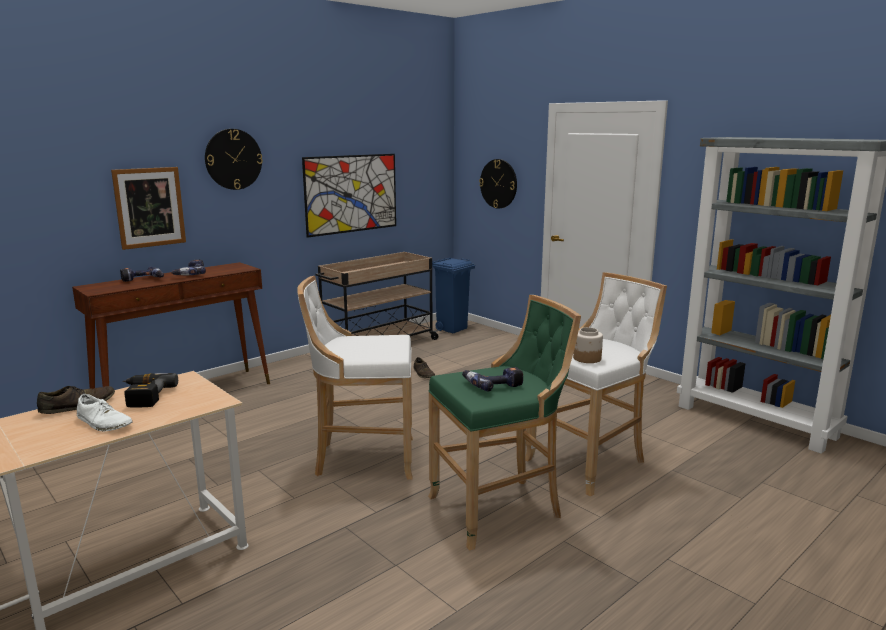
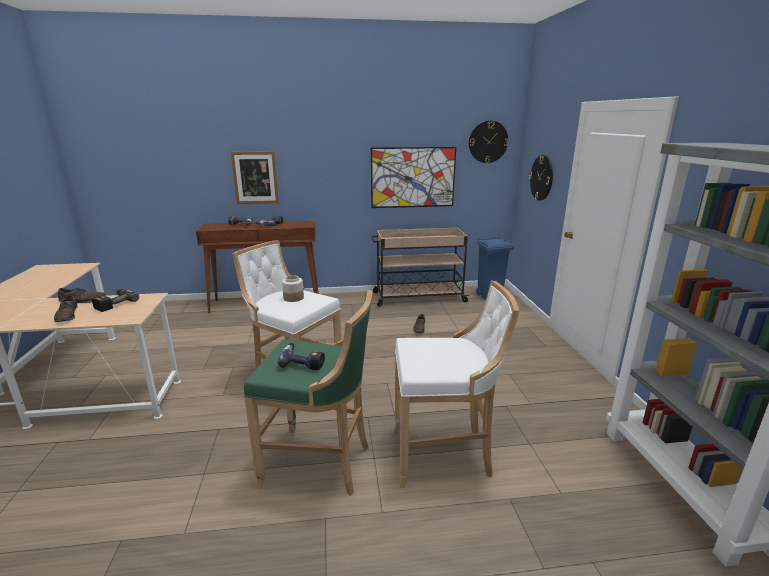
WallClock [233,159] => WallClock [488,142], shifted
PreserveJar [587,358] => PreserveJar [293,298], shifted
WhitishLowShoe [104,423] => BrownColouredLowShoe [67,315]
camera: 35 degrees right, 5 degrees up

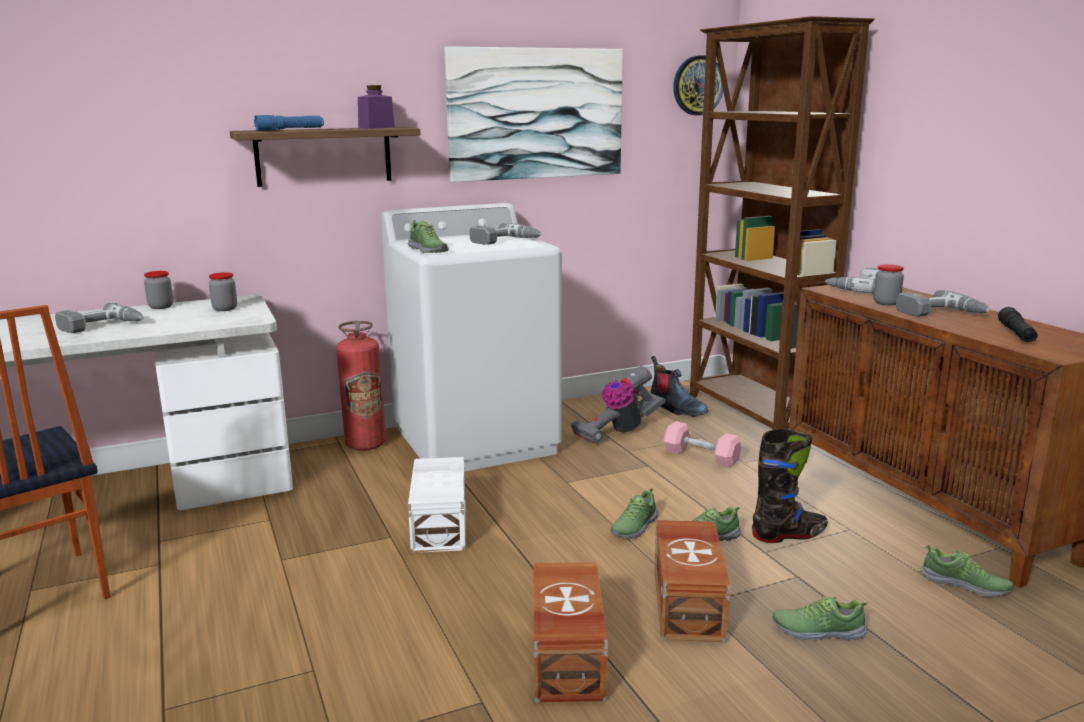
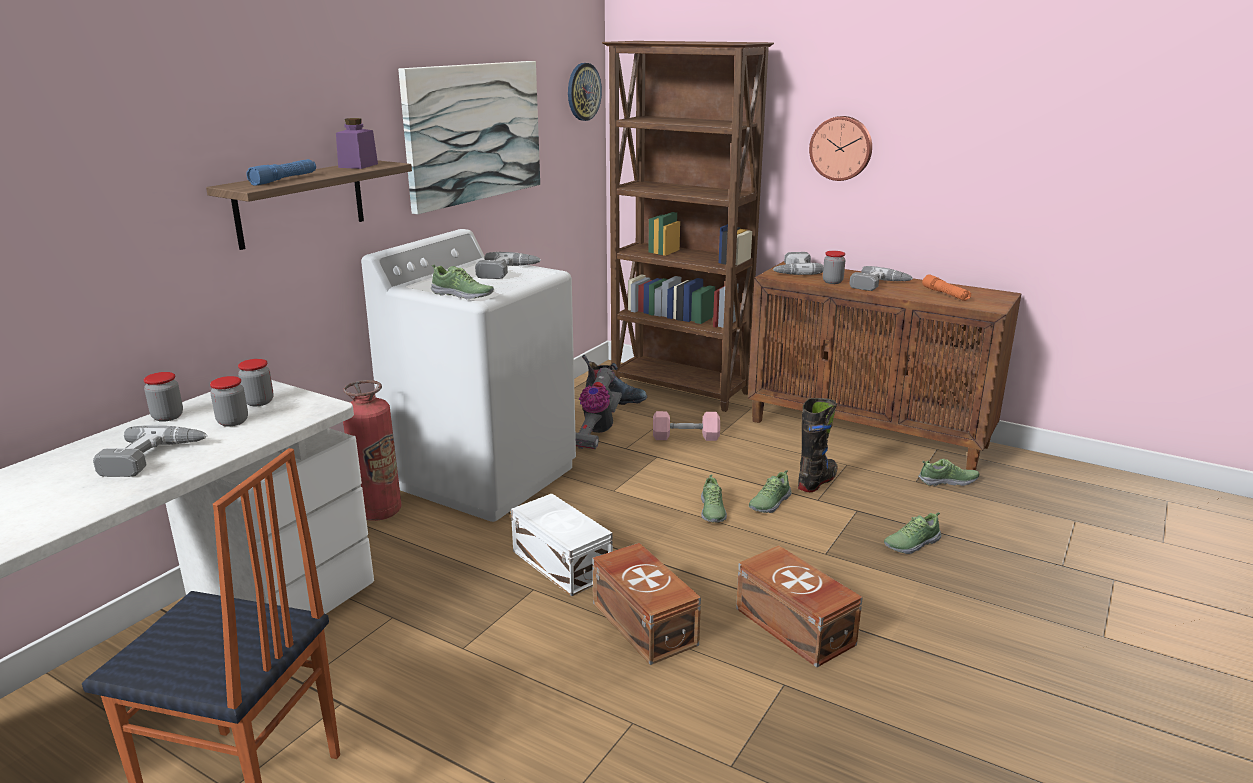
nothing => PreserveJar [233,421]
nothing => WallClock [841,148]
BrownColouredStorageBox [689,602] => BrownColouredStorageBox [644,622], shifted
BlackHandTorch [1016,334] => OrangeHandTorch [945,294]
camera: 35 degrees left, 5 degrees up

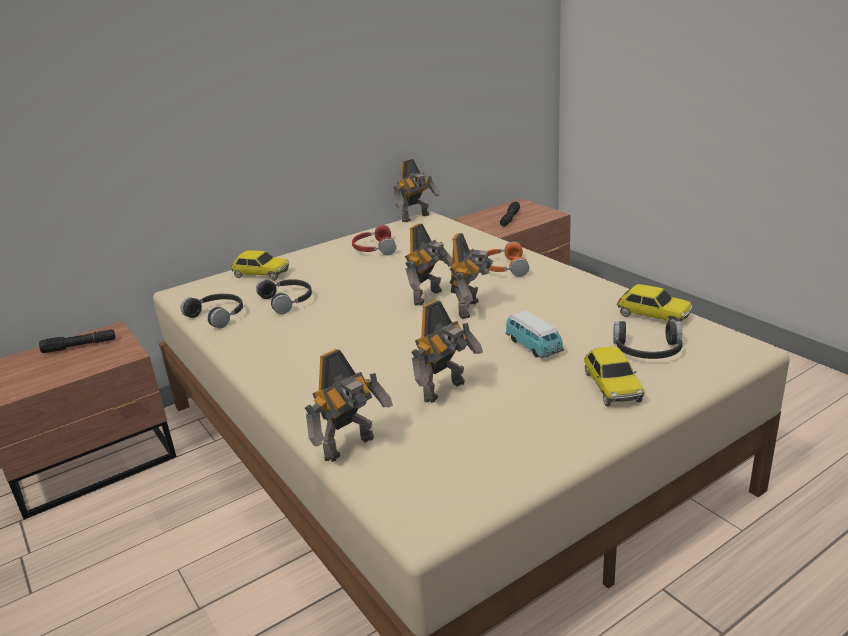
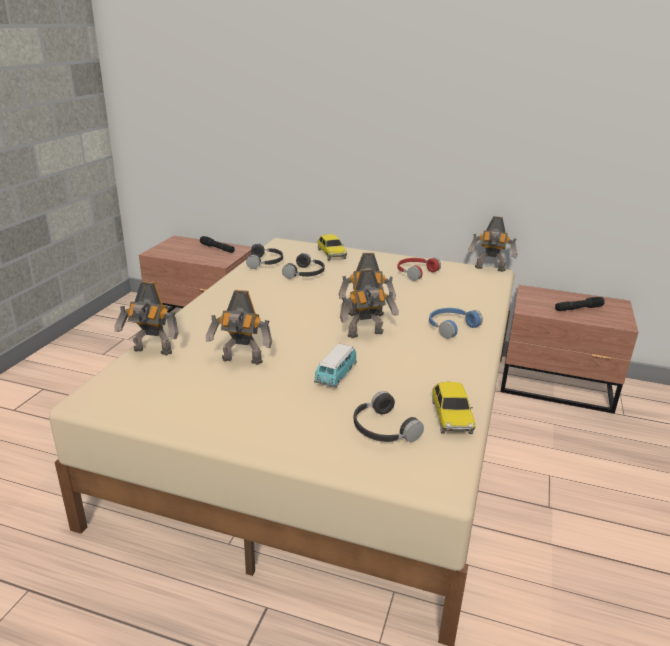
MiniatureCar [611,386] => nothing
OrangeHeadphones [503,268] => BluishHeadphones [450,327]
camera: 50 degrees right, 0 degrees up

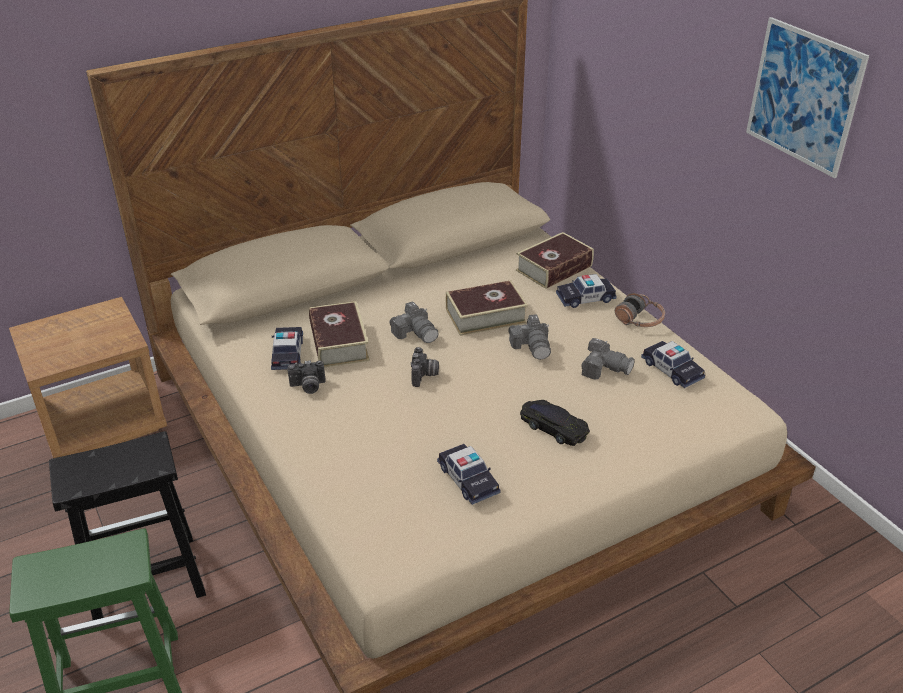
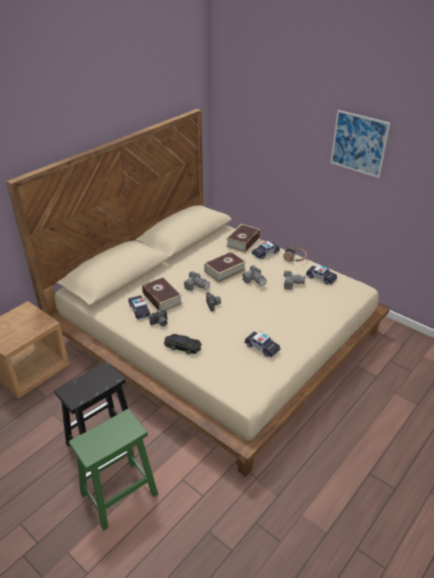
BlackMiniatureCar [553,427] => BlackMiniatureCar [182,346], shifted
camera: 20 degrees left, 0 degrees up

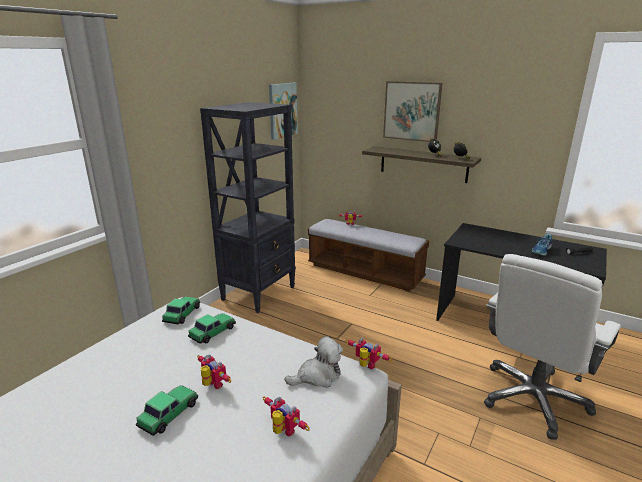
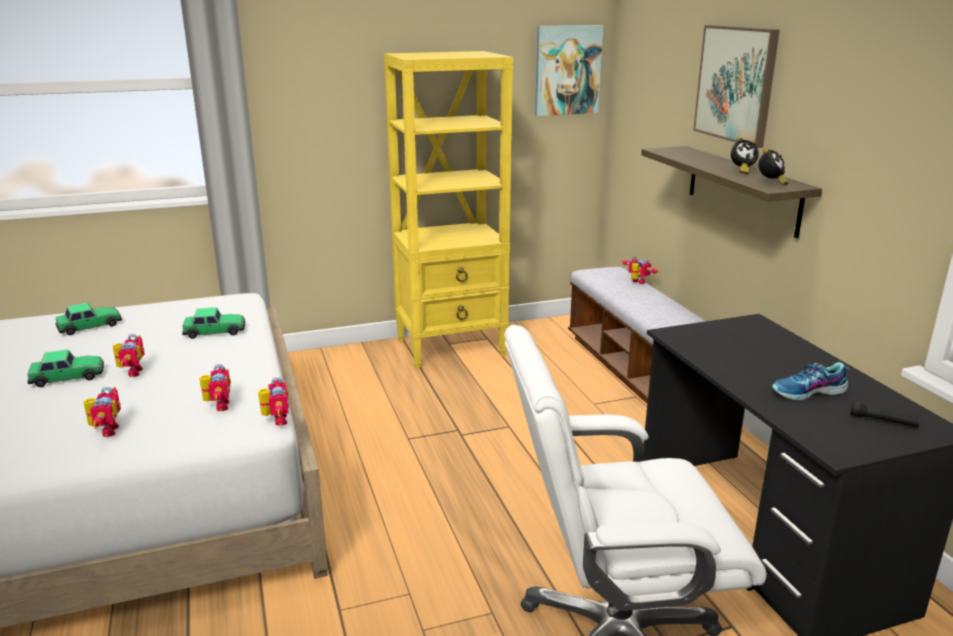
MiniatureCar [182,314] => MiniatureCar [90,326], shifted
SoftToy [317,376] => ModelRobot [218,406]
BlackBookshelf [259,293] => YellowColouredBookshelf [452,347]
camera: 40 degrees right, 0 degrees up

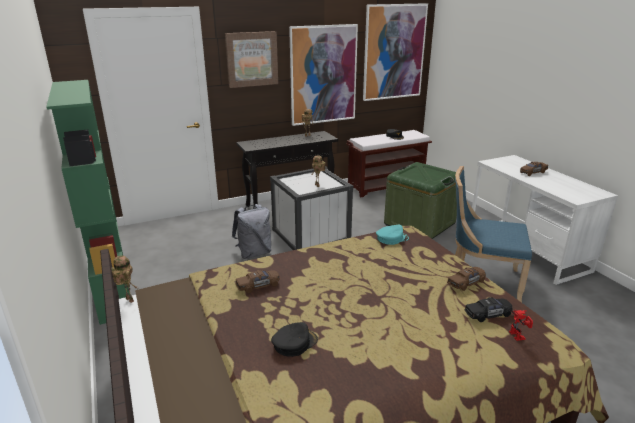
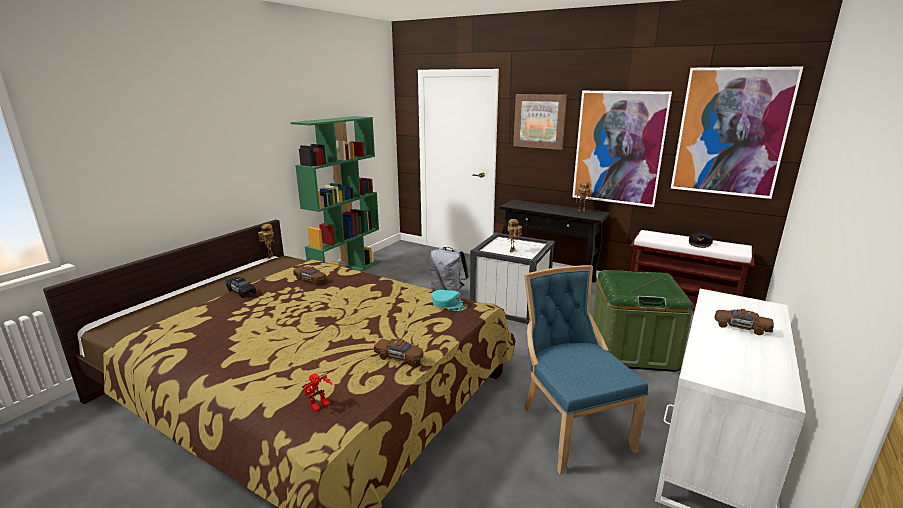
BlackBaseballCap [294,343] => nothing
BlackMiniatureCar [488,314] => BlackMiniatureCar [241,292], shifted
camera: 55 degrees right, 5 degrees down

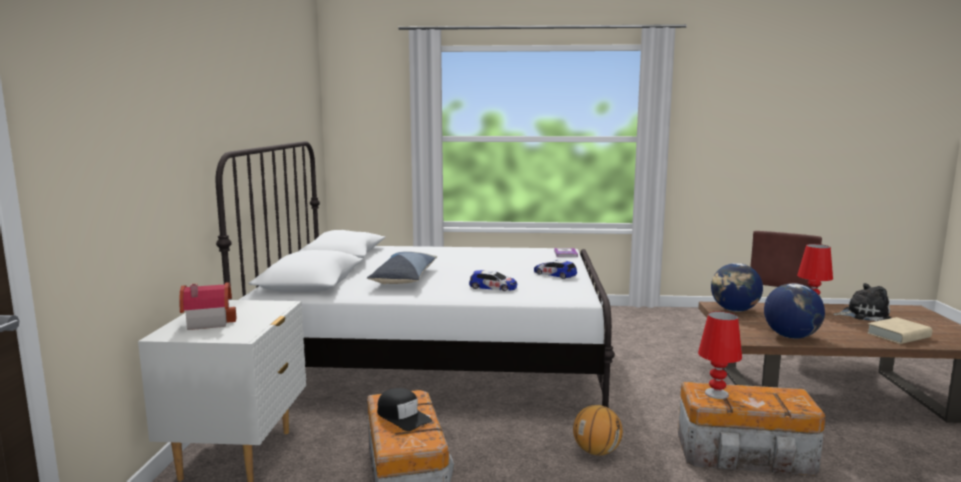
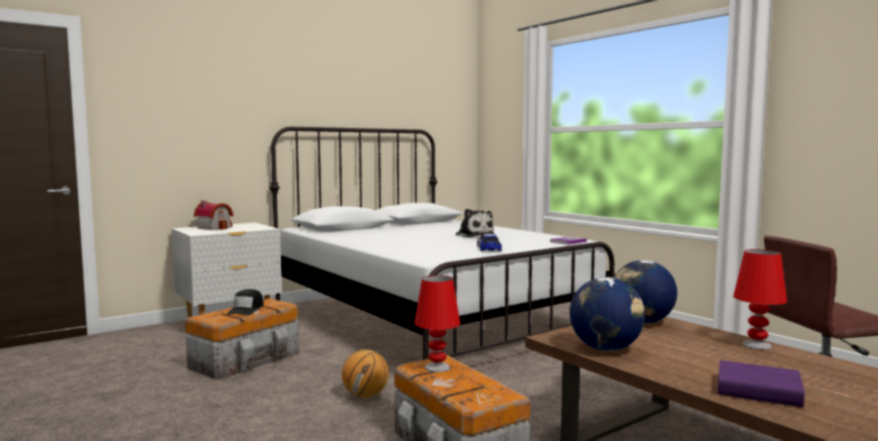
ThrowPillow [404,278] => nothing
MiniatureCar [493,287] => nothing
SoftToy [863,315] => SoftToy [474,235], shifted
BeigeColouredBook [898,335] => PurpleBook [758,391]
camera: 50 degrees right, 5 degrees down

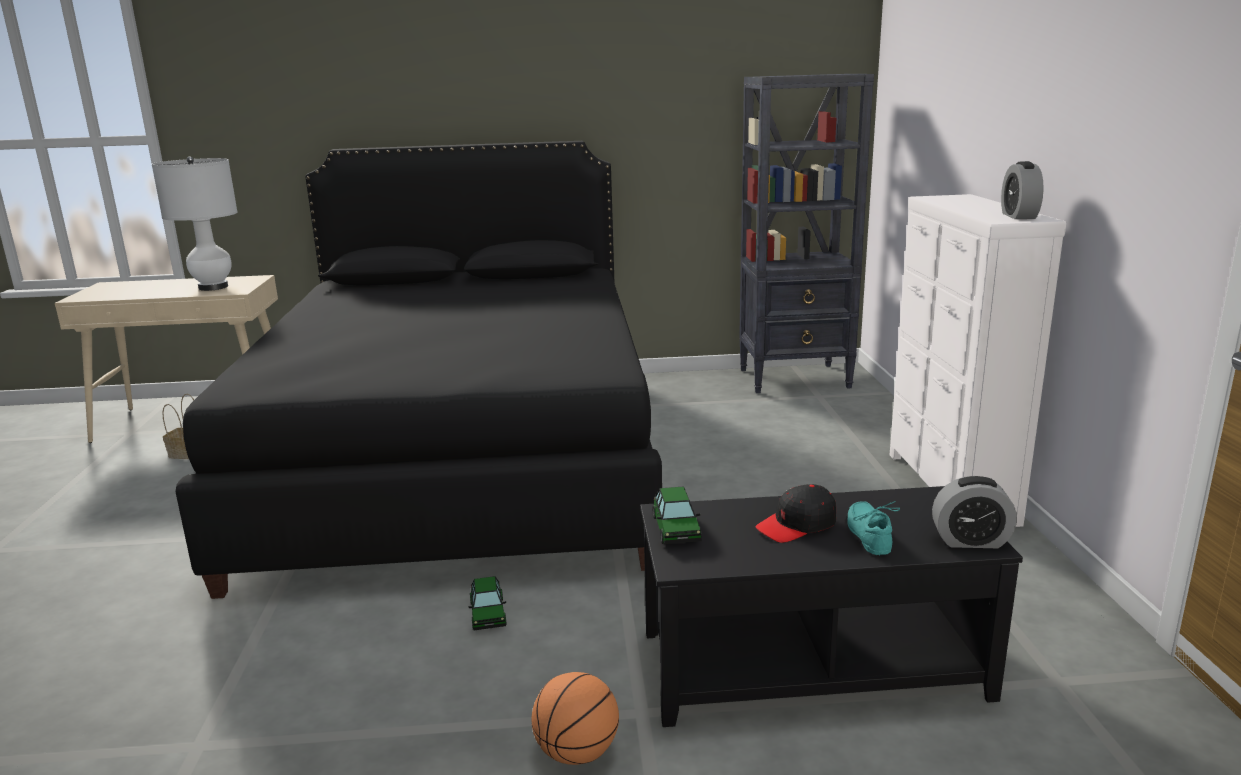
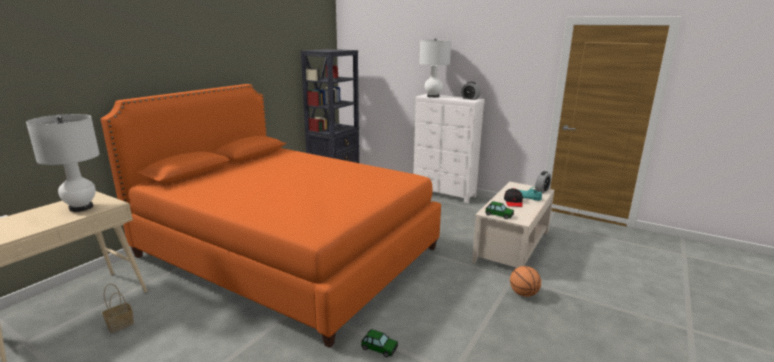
nothing => WhitishTableLamp [433,96]
MiniatureCar [488,614] => MiniatureCar [379,348], shifted
BlackBed [462,459] => OrangeBed [288,252]
BlackLowTable [811,665] => BeigeColouredLowTable [512,246]
camera: 55 degrees left, 0 degrees up

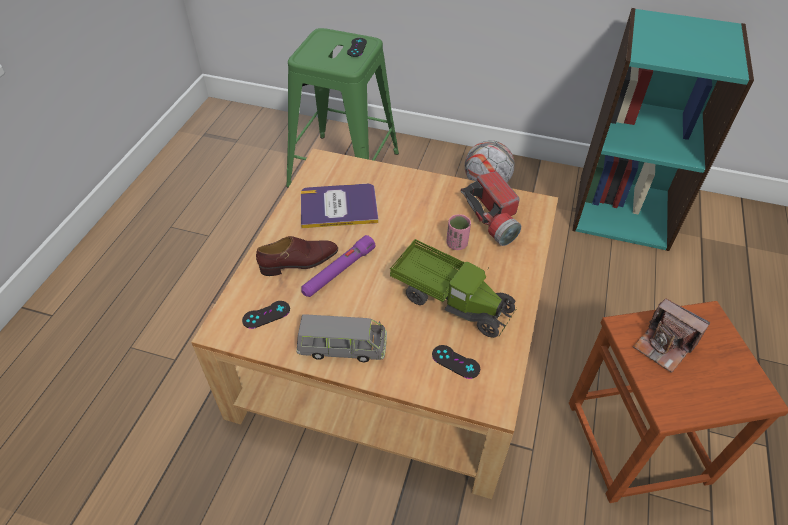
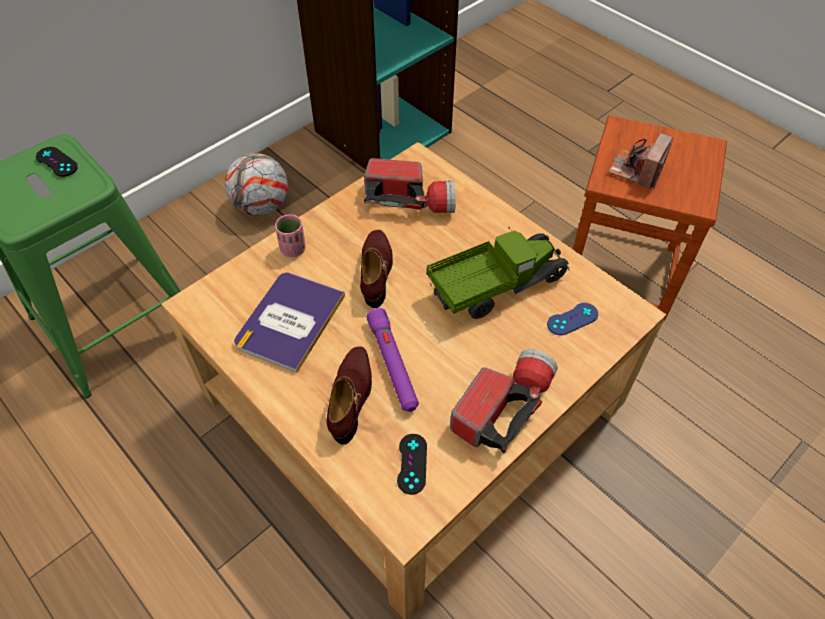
nothing => BrownColouredLowShoe [376,271]
PinkishCup [457,244] => PinkishCup [293,249], shifted
GreyMiniatureCar [342,347] => HandTorch [503,406]
BlackGamepad [455,362] => BluishGamepad [572,319]
StillCamera [664,346] => StillCamera [637,170], 135 degrees clockwise
camera: 60 degrees left, 5 degrees up

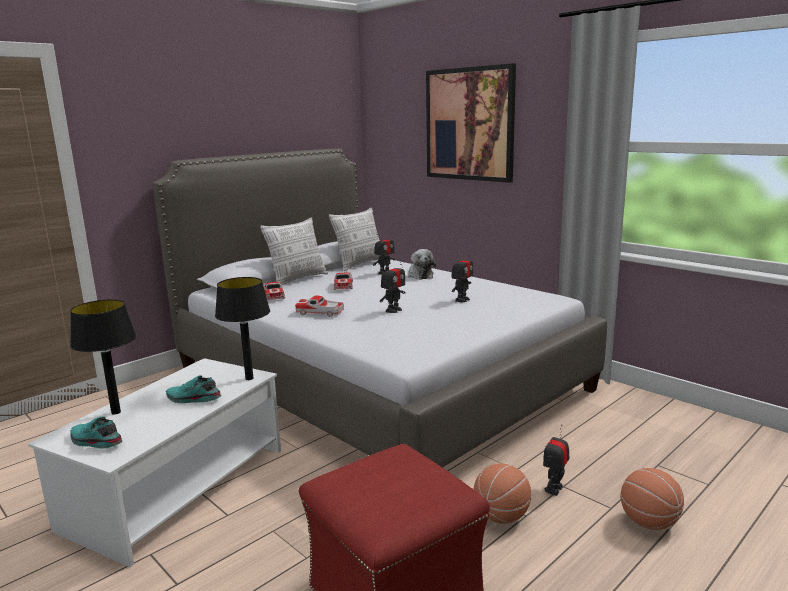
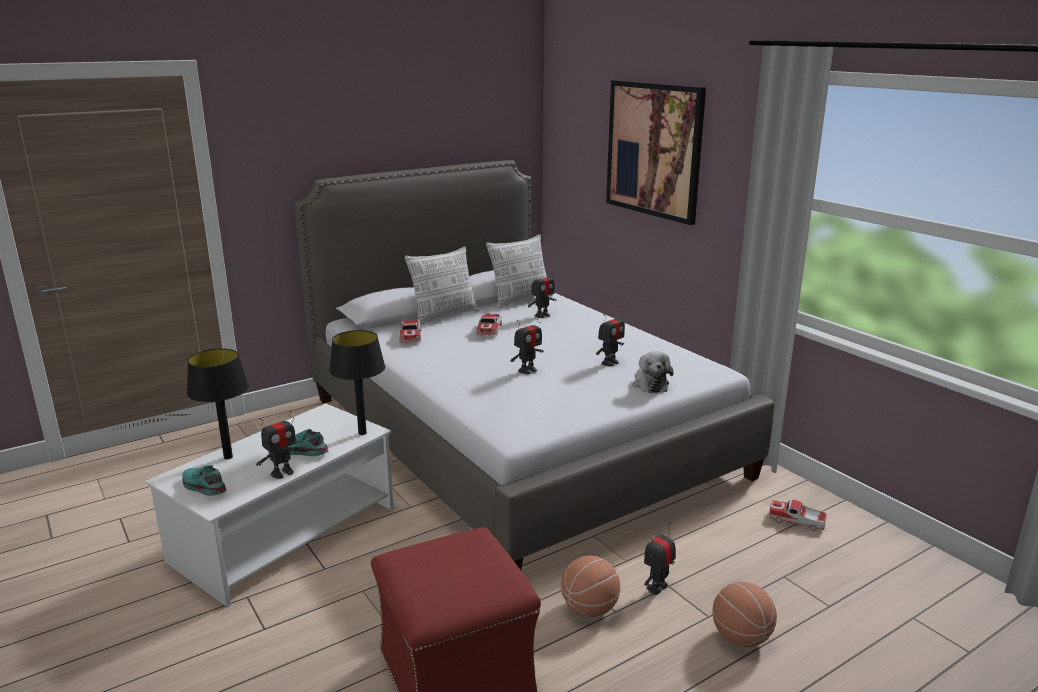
nothing => ModelRobot [282,473]
MiniatureCar [320,313] => MiniatureCar [797,521], shifted
SoftToy [420,275] => SoftToy [650,384], shifted
camera: 10 degrees right, 5 degrees up

